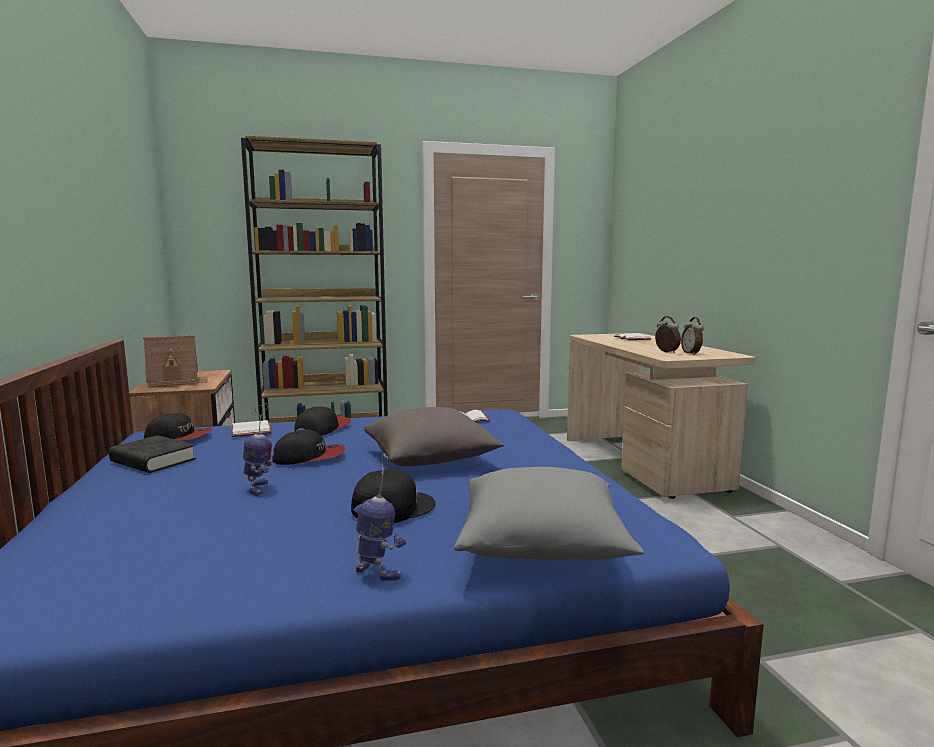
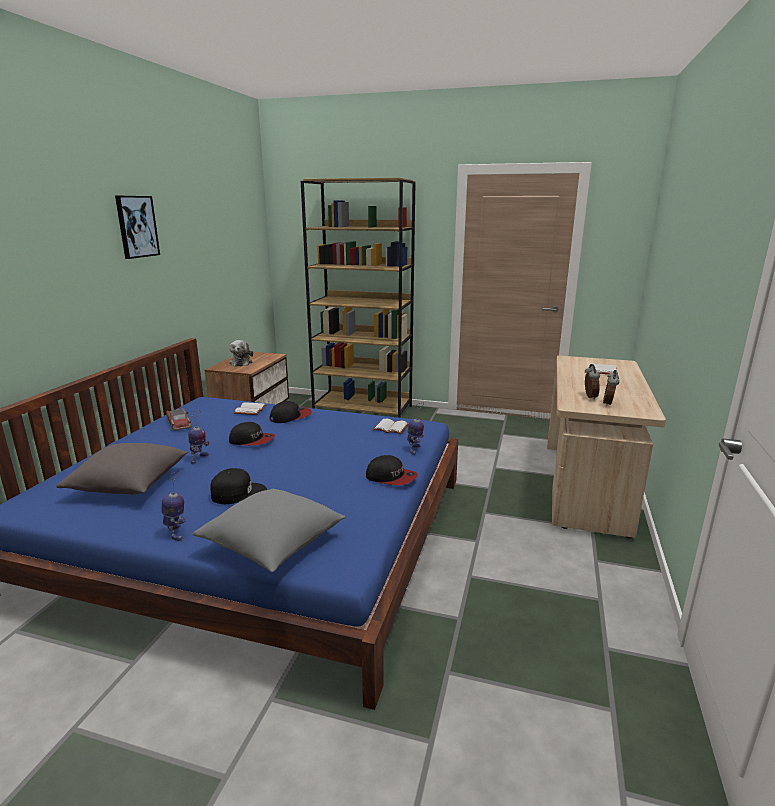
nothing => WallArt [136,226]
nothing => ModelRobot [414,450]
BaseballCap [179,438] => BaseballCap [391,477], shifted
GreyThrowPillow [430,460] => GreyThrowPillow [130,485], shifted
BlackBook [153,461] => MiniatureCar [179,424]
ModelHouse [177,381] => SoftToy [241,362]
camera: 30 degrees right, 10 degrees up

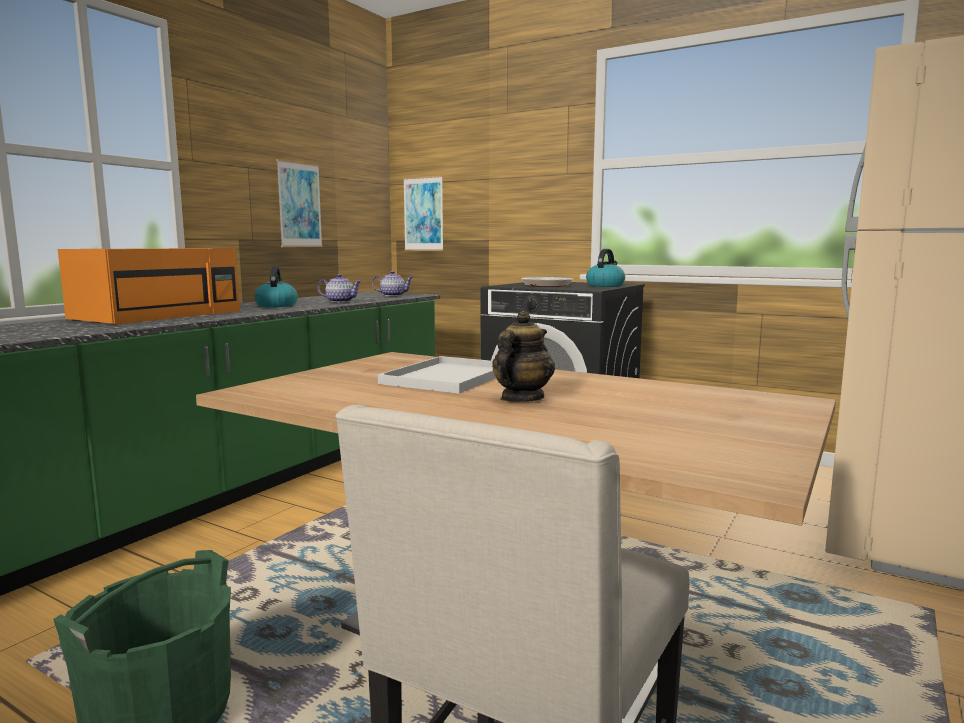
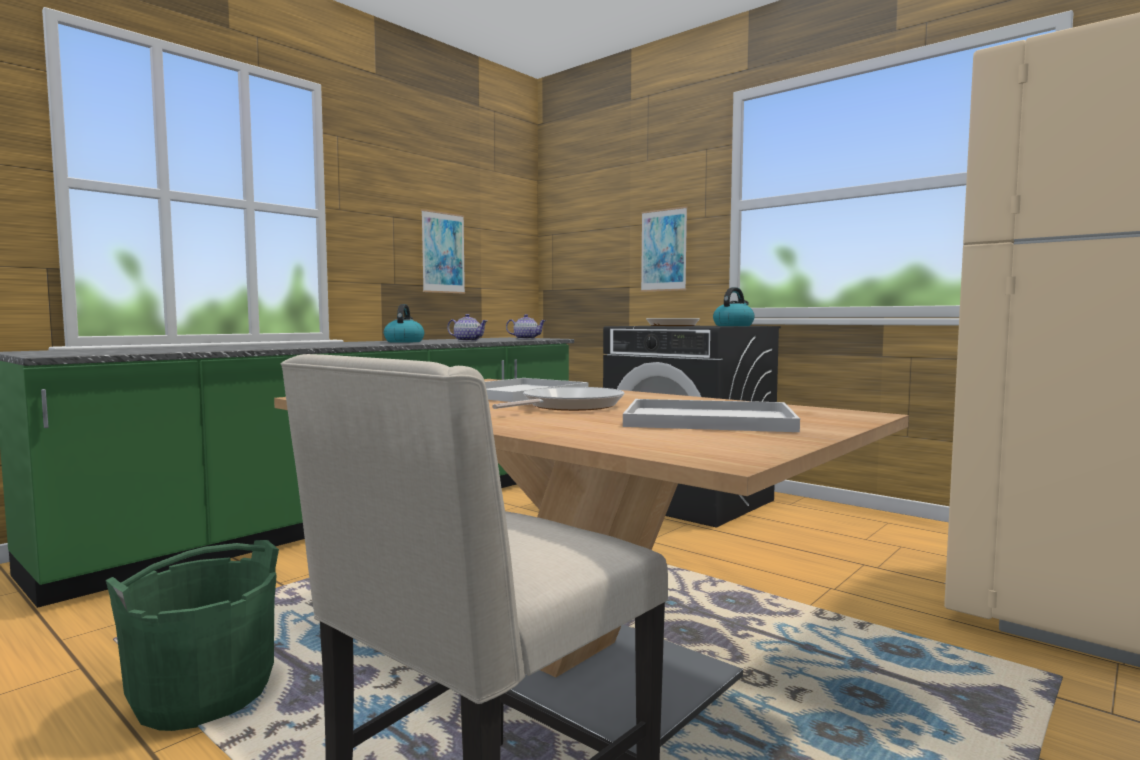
OrangeMicrowaveOven [159,315] => nothing
nothing => WhitishTray [704,420]
WallArt [423,214] => WallArt [663,250], shifted
TeaPot [521,399] => Pan [568,406]
camera: 10 degrees right, 5 degrees down

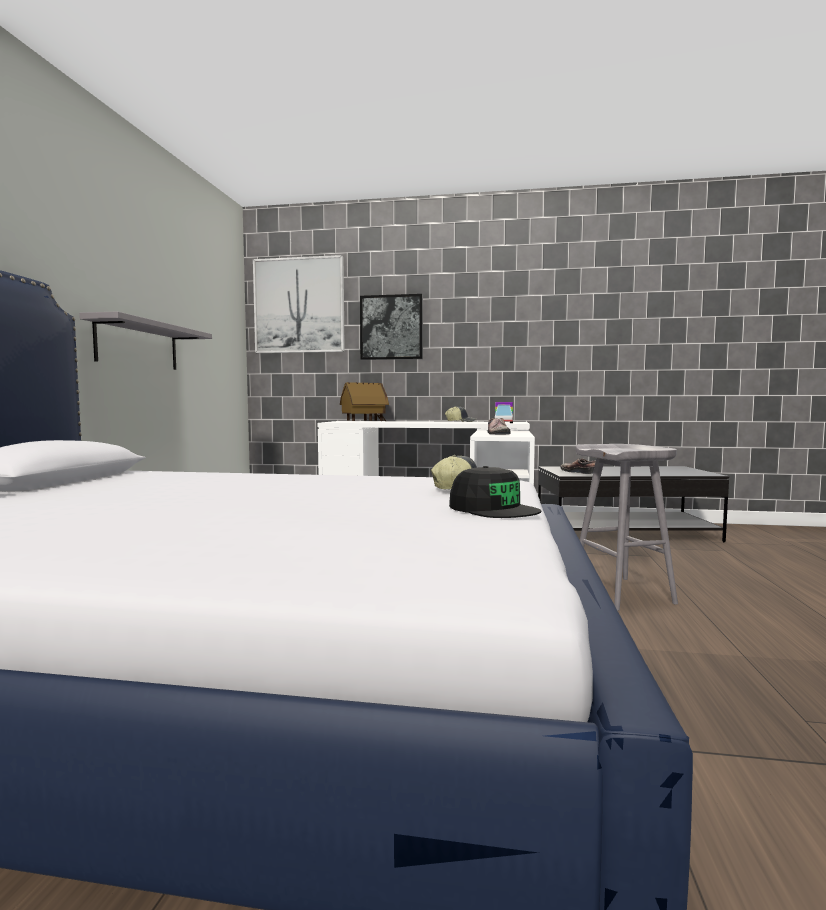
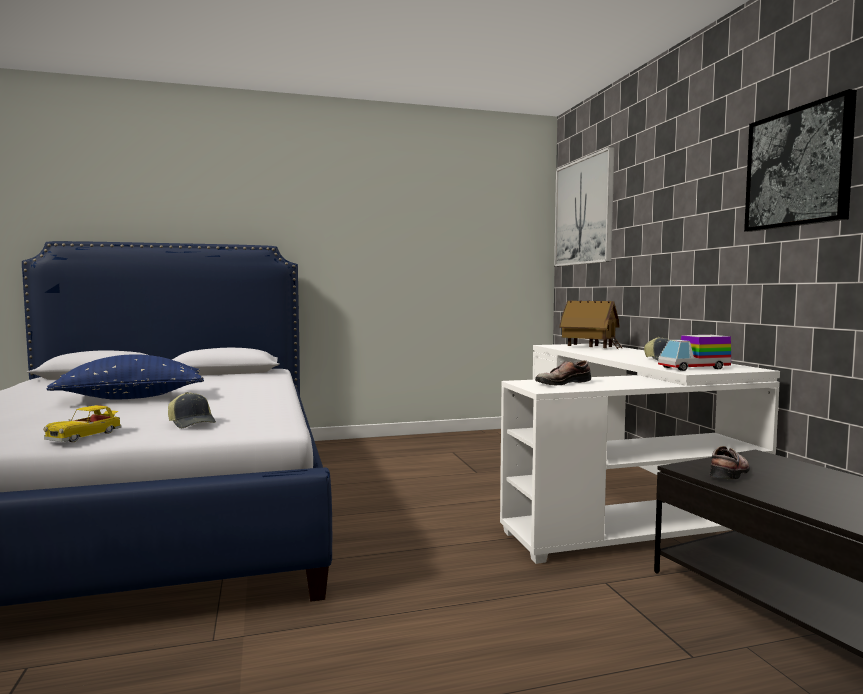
GreyShelf [138,345] => nothing
GreyStool [623,593] => nothing
nothing => BluishThrowPillow [132,398]
WallArt [391,327] => WallArt [798,168], shifted
BlackBaseballCap [493,509] => MiniatureCar [85,436]
camera: 65 degrees right, 0 degrees up

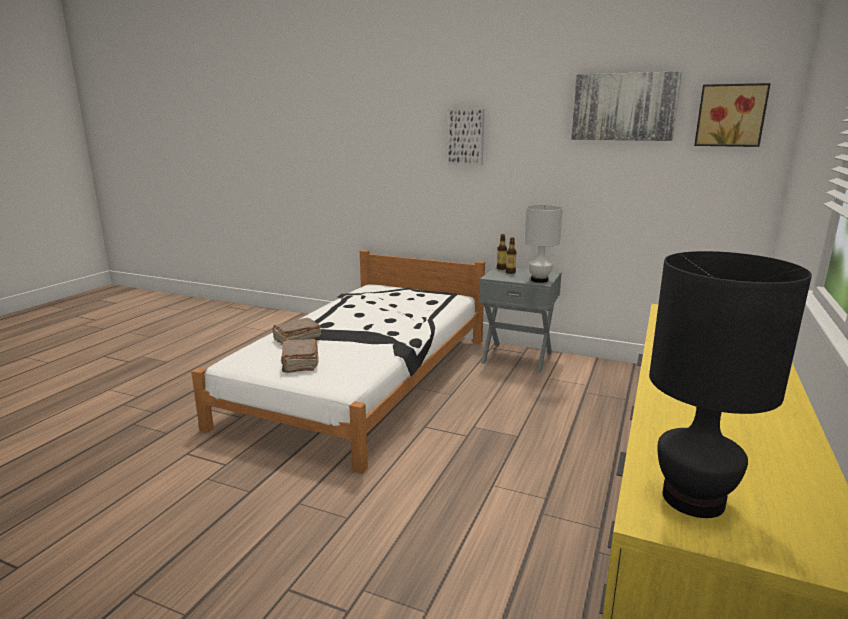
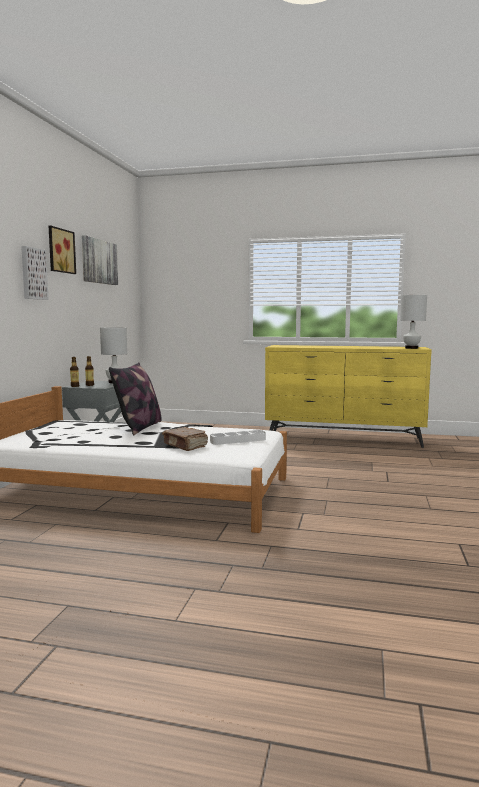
nothing => ThrowPillow [139,427]
WallArt [730,115] => WallArt [60,251], shifted
BrownColouredBook [299,363] => WhitishTray [238,440]
BlackTableLamp [694,500] => WhitishTableLamp [411,348]
camera: 100 degrees left, 10 degrees down

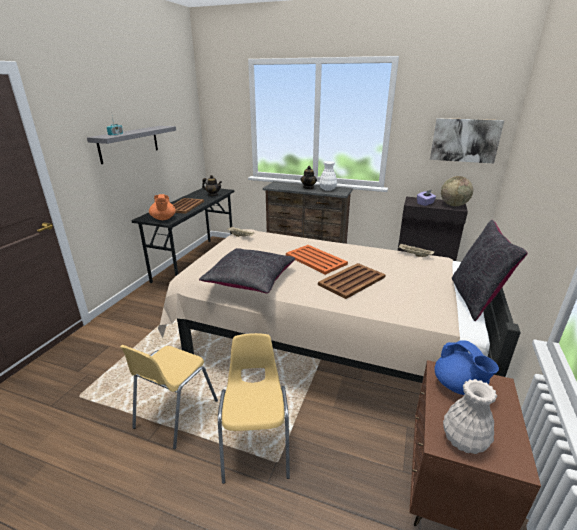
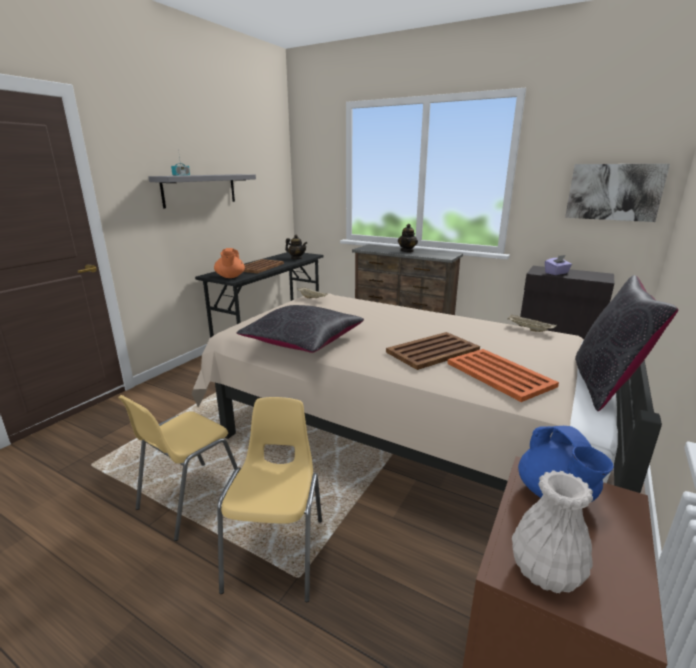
WhitishFlowerVase [327,189] => nothing
DeskGlobe [453,205] => nothing
OrangeTray [315,259] => OrangeTray [498,374], shifted
camera: 10 degrees right, 5 degrees down

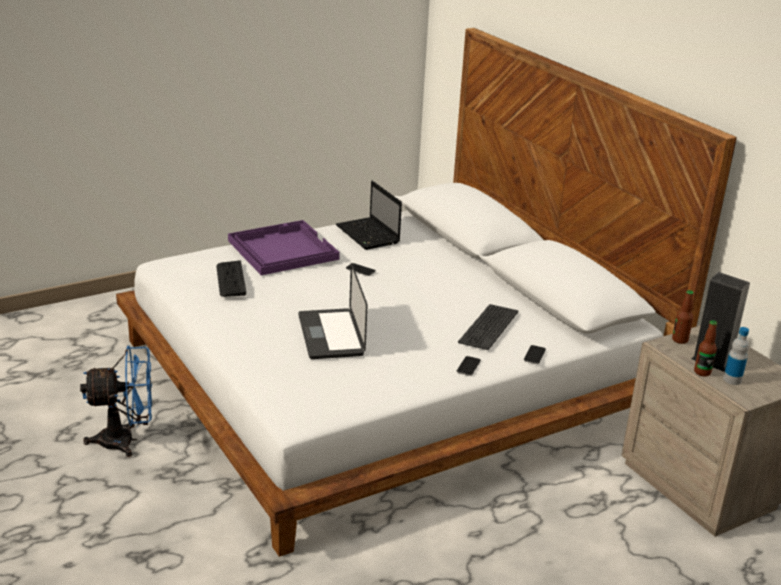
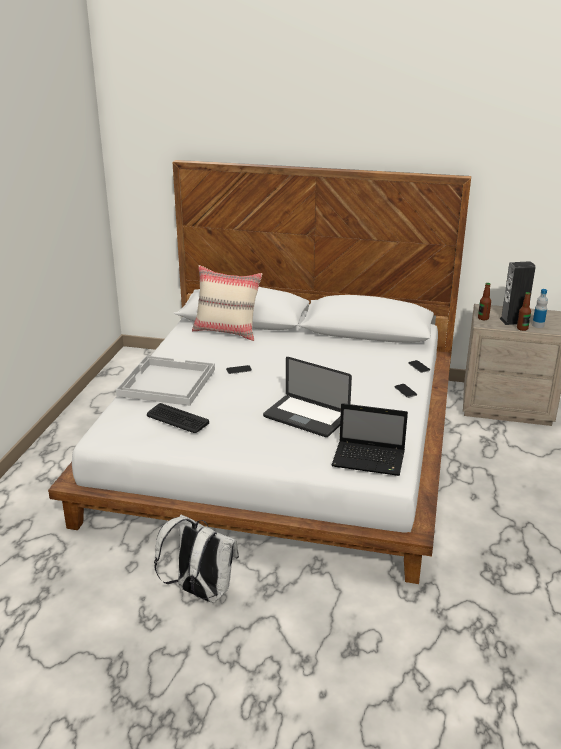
ComputerKeyboard [488,327] => nothing
nothing => BeigeColouredThrowPillow [227,331]
NotebookComputer [368,235] => NotebookComputer [370,460], shifted
BluishCoolingFan [126,440] => WhitishRucksack [200,592]
PurpleTray [281,250] => WhitishTray [166,383]
camera: 45 degrees left, 0 degrees up

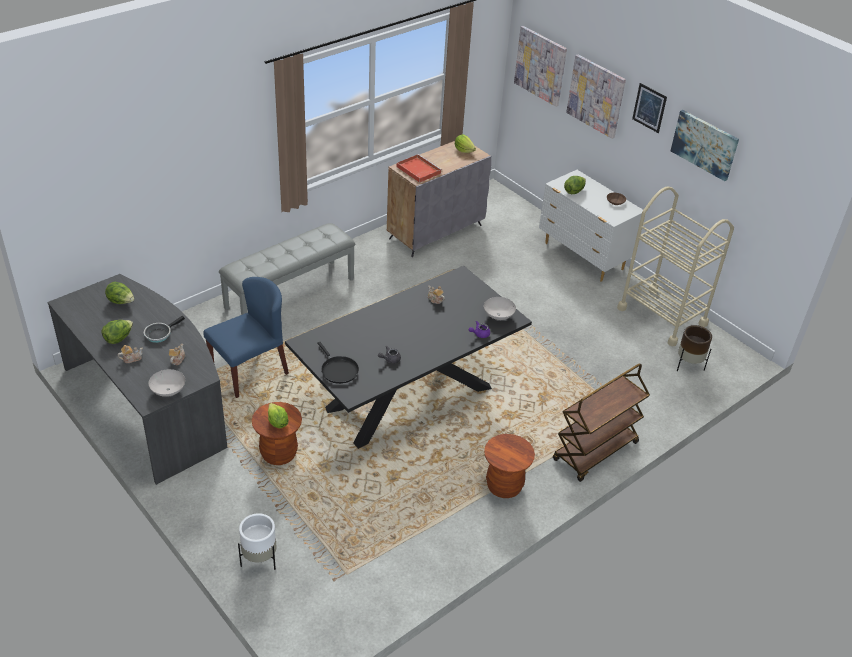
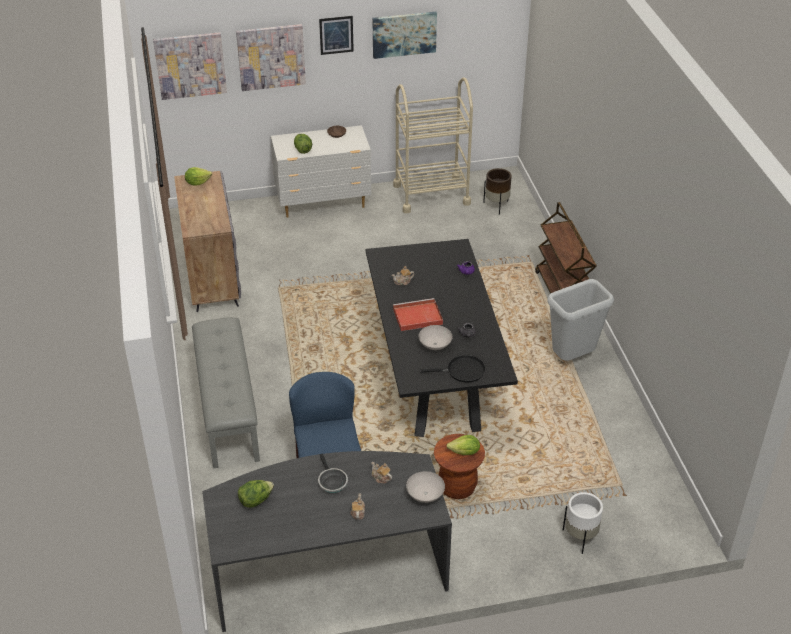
HeadOfLettuce [118,338] => nothing
RedColouredTray [418,170] => RedColouredTray [416,317], shifted
WhitishDeepDish [498,316] => WhitishDeepDish [435,345], shifted
BrownColouredStool [504,486] => GreyRubbishBin [572,358]
camera: 60 degrees left, 0 degrees up

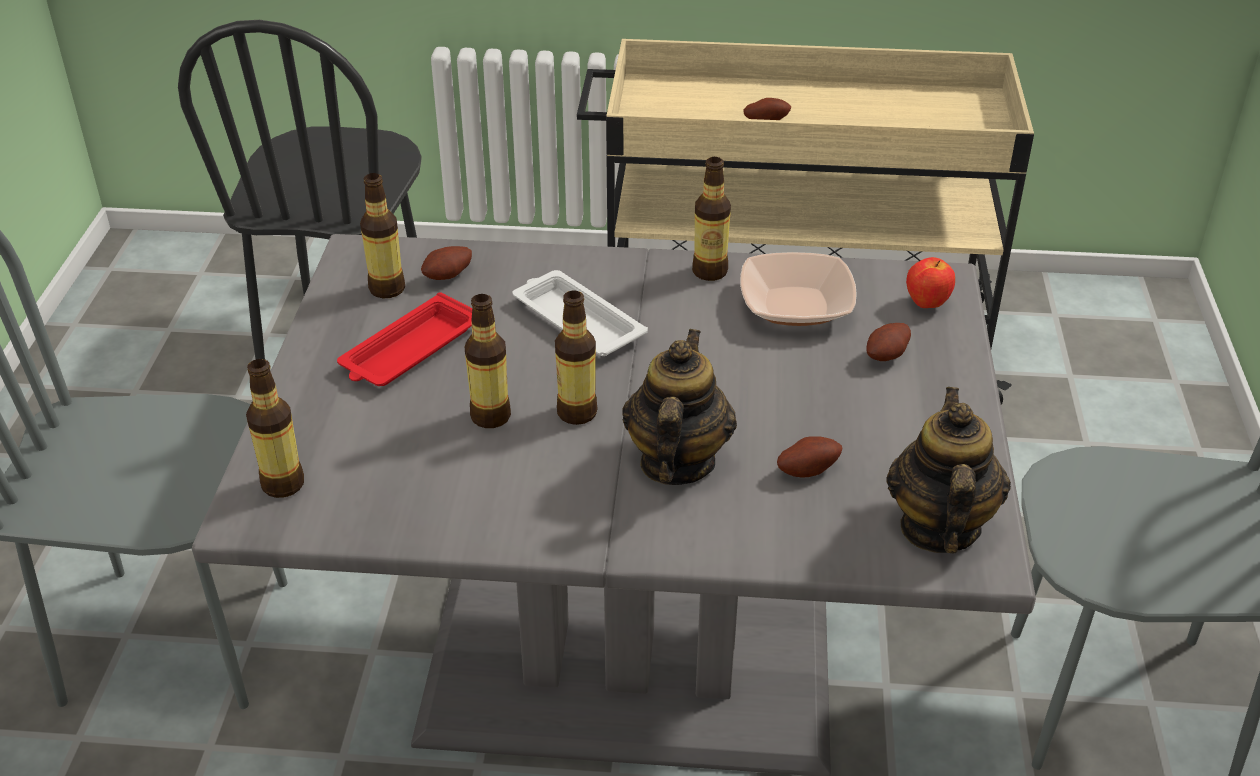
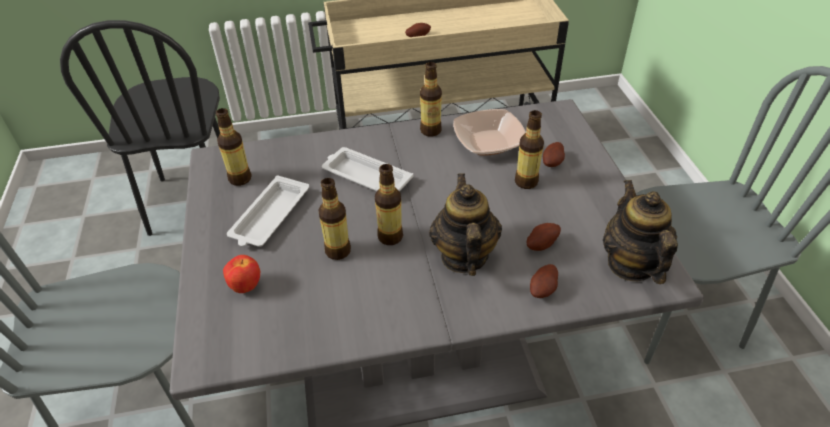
DrinkBottle [283,484] => DrinkBottle [526,182], shifted
Spud [449,277] => Spud [543,290], shifted
Apple [927,304] => Apple [246,286], shifted
RedColouredTray [409,350] => WhitishTray [269,217]
camera: 15 degrees left, 5 degrees up

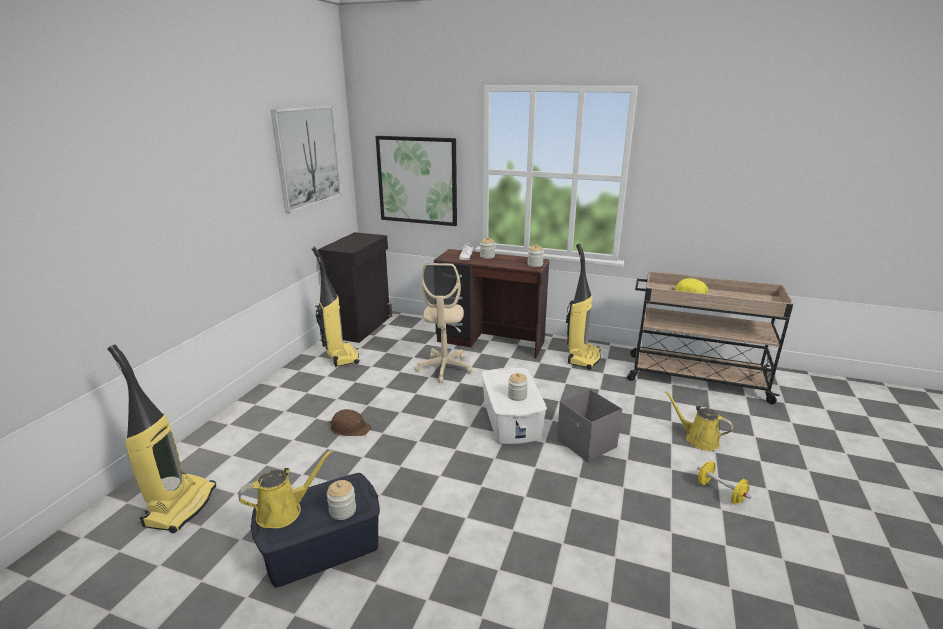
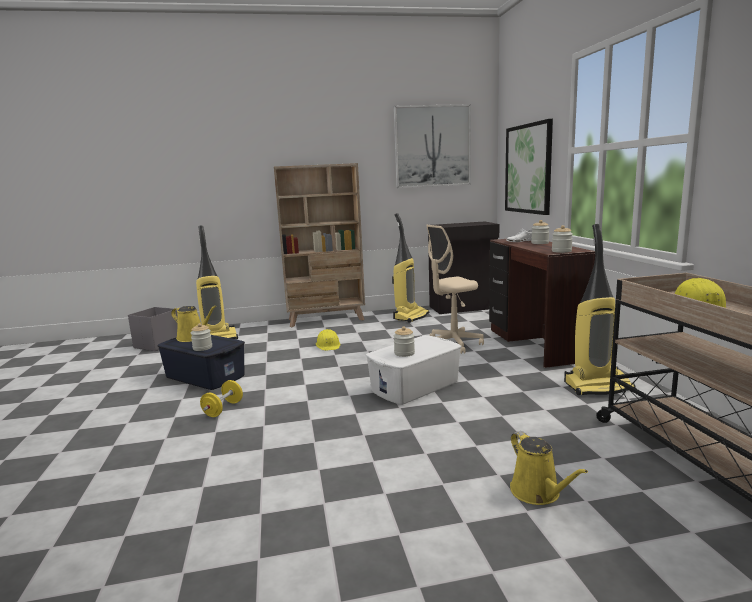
nothing => BeigeColouredBookshelf [326,319]
GreyStorageBox [586,444] => GreyStorageBox [156,345], shifted
YellowColouredFreeWeight [720,492] => YellowColouredFreeWeight [223,409], shifted
BrownColouredWorkHelmet [350,428] => YellowColouredWorkHelmet [328,345]
YellowColouredWateringCan [698,439] => YellowColouredWateringCan [538,493], 150 degrees clockwise
camera: 60 degrees right, 10 degrees down

